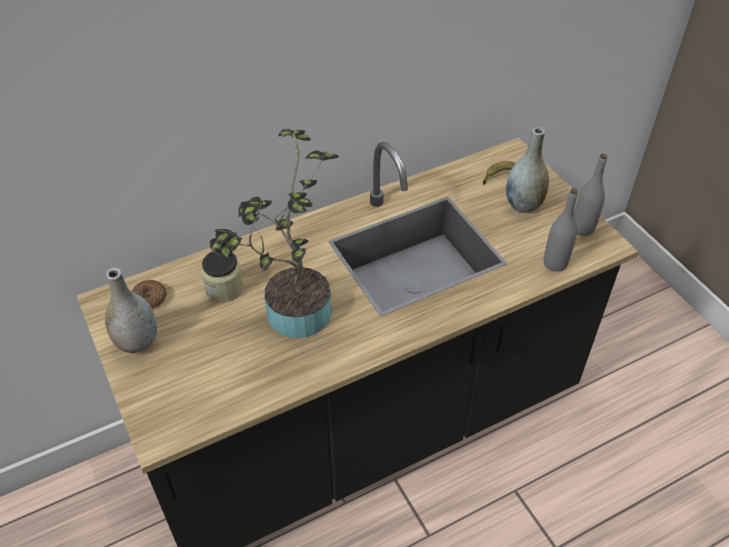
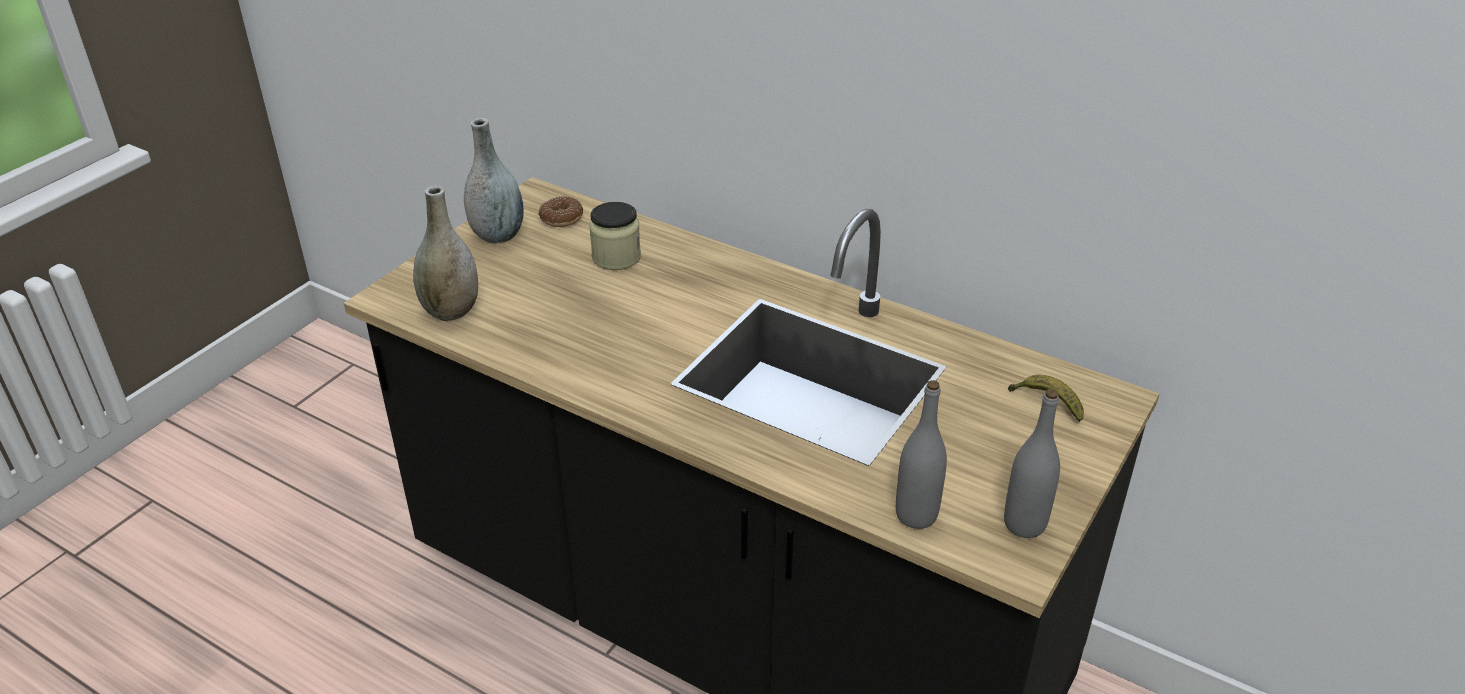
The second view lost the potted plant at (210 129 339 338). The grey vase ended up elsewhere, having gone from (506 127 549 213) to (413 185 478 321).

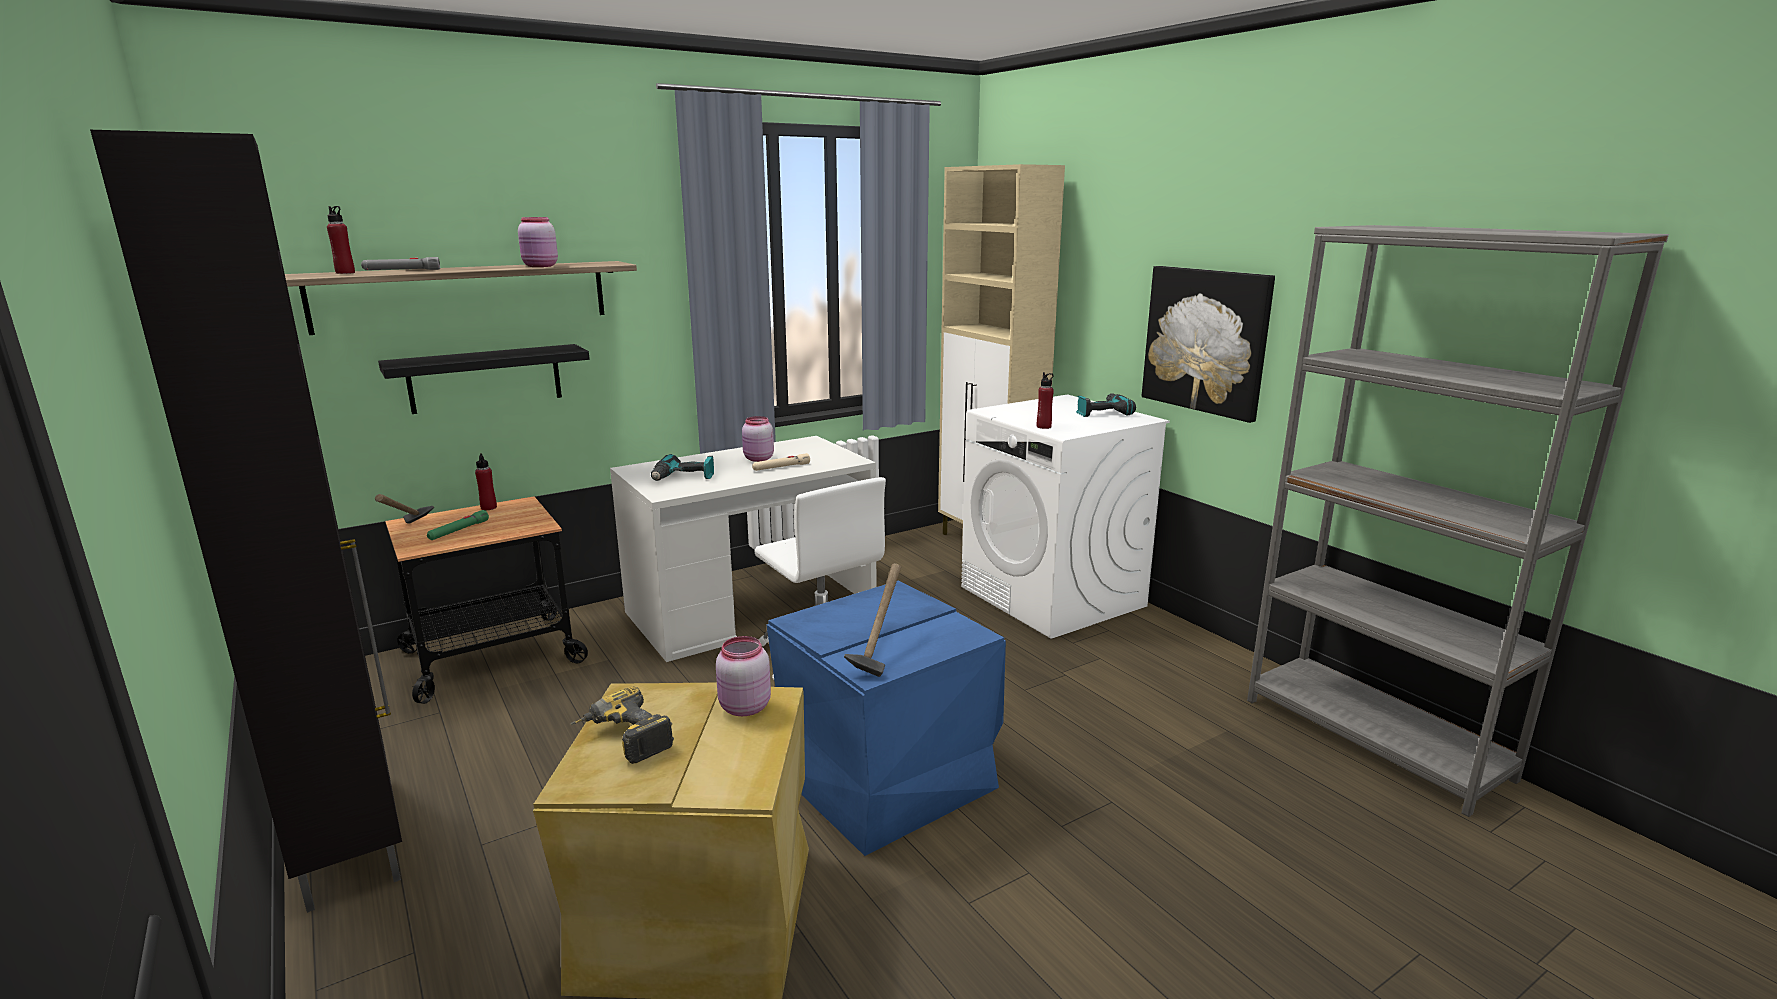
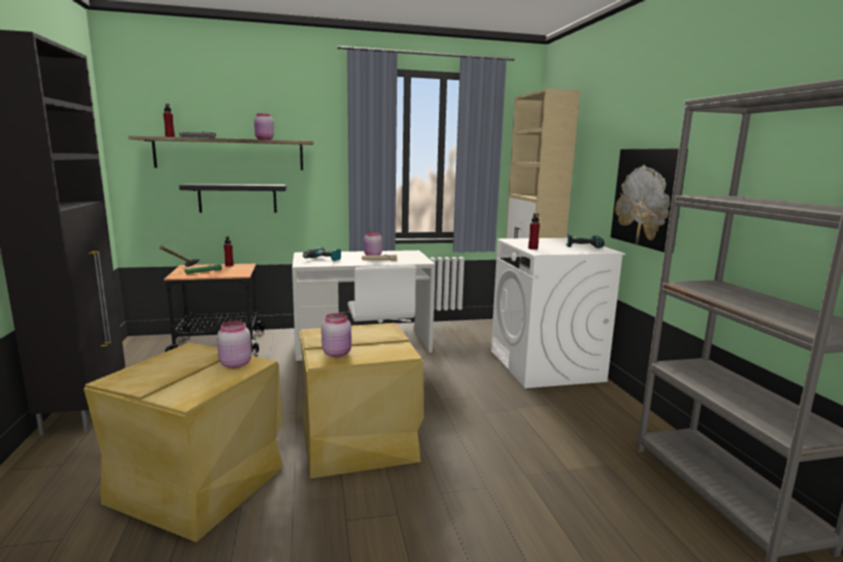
The second view lost the power drill at (570 687 674 764). What was the blue storage box at (766 581 1006 856) turned into the beige storage box at (300 323 424 479). Where the hammer stood at (844 563 901 677), the pink jar came to stand at (321 313 351 357).

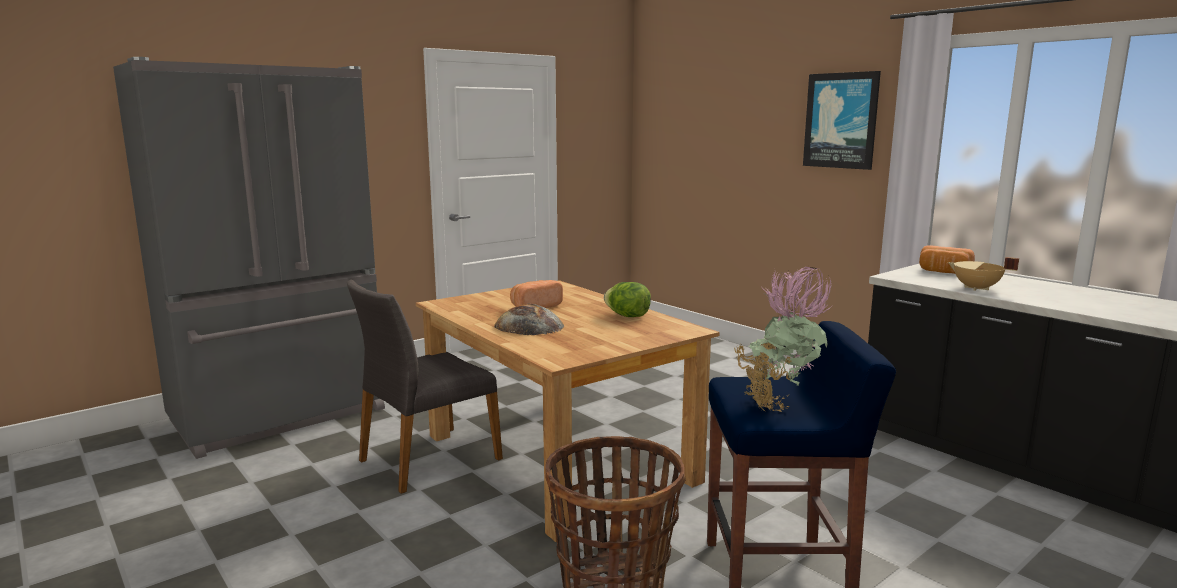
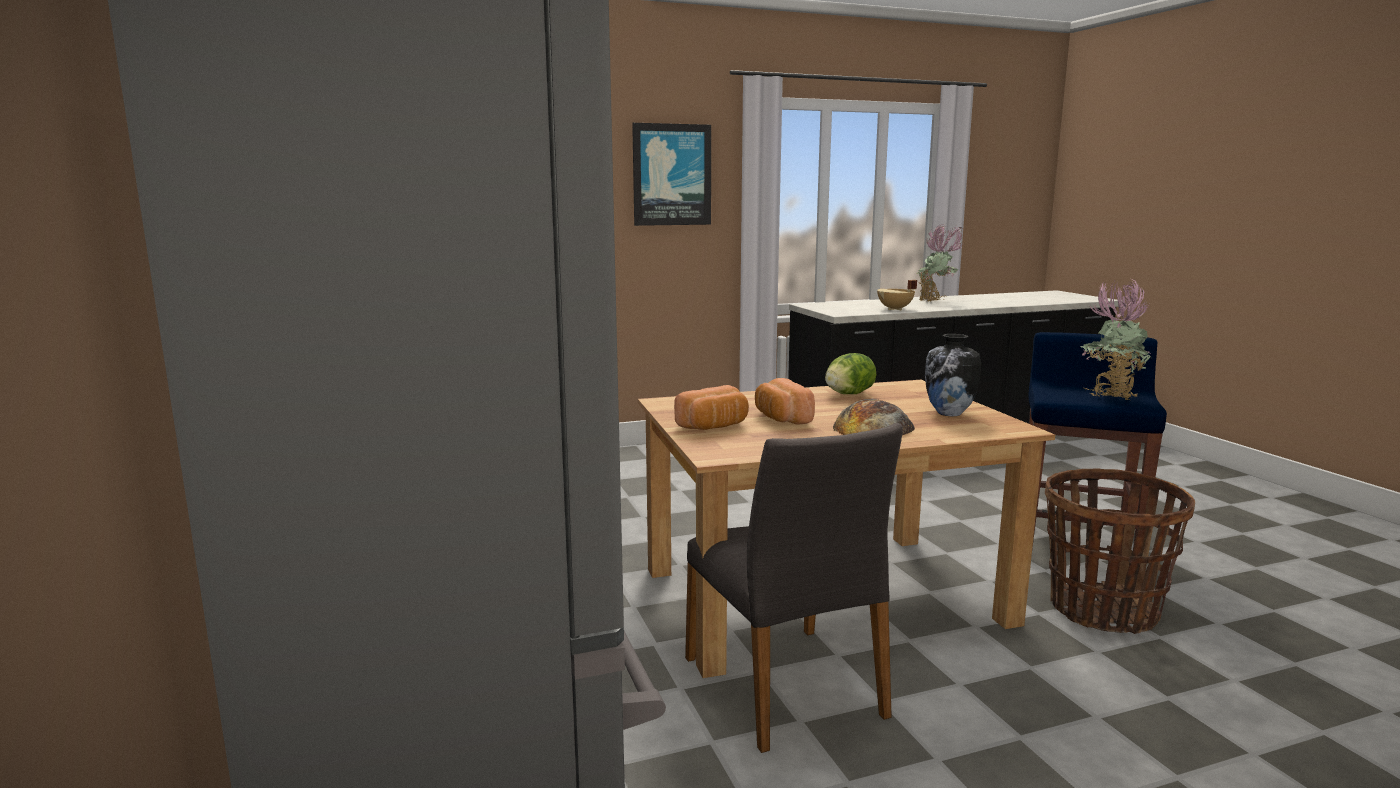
The bread ended up elsewhere, having gone from (919 245 975 274) to (674 385 749 430). The second view gained the potted plant at (917 224 963 302). The second view gained the vase at (925 334 981 416).

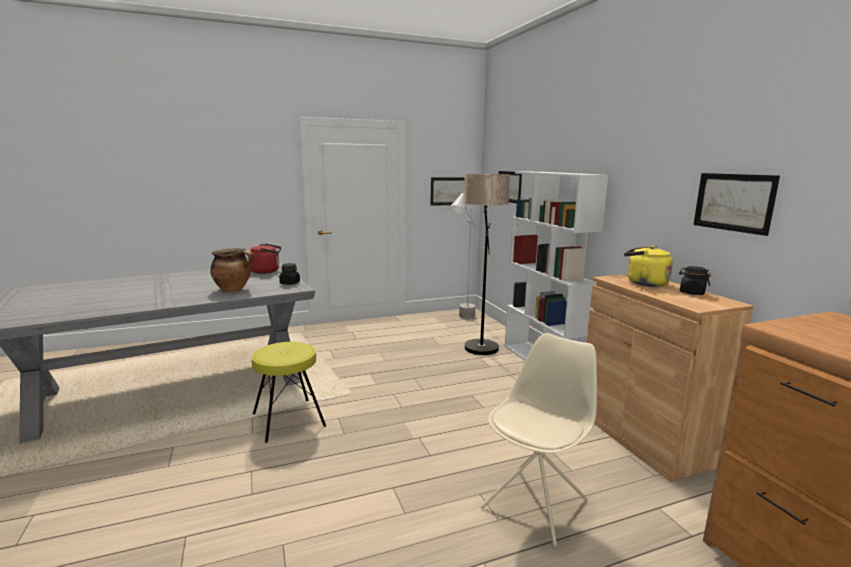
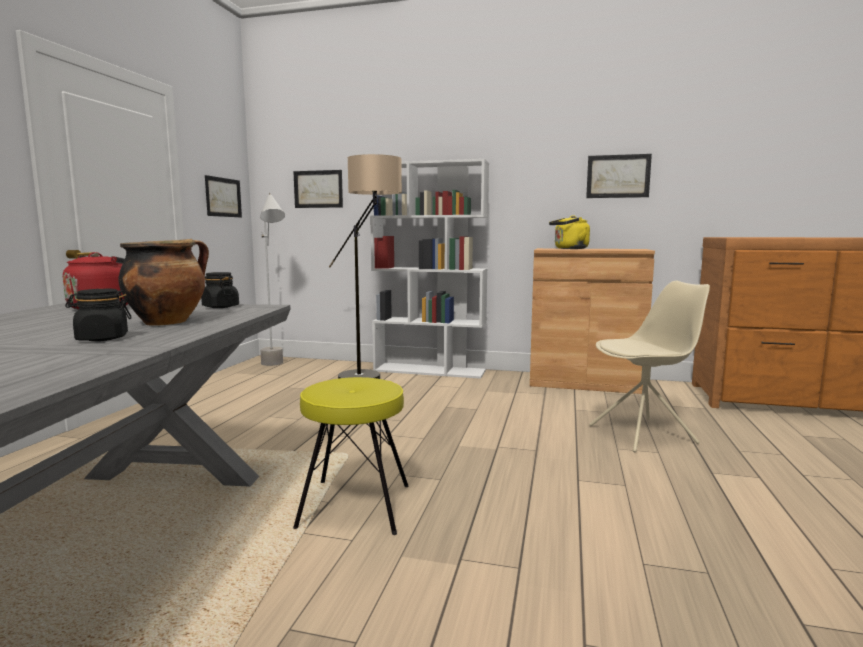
The beige chair at (481 333 597 547) ended up facing another way, 90 degrees clockwise from before. The black jar ended up elsewhere, having gone from (679 266 711 295) to (65 289 132 341).

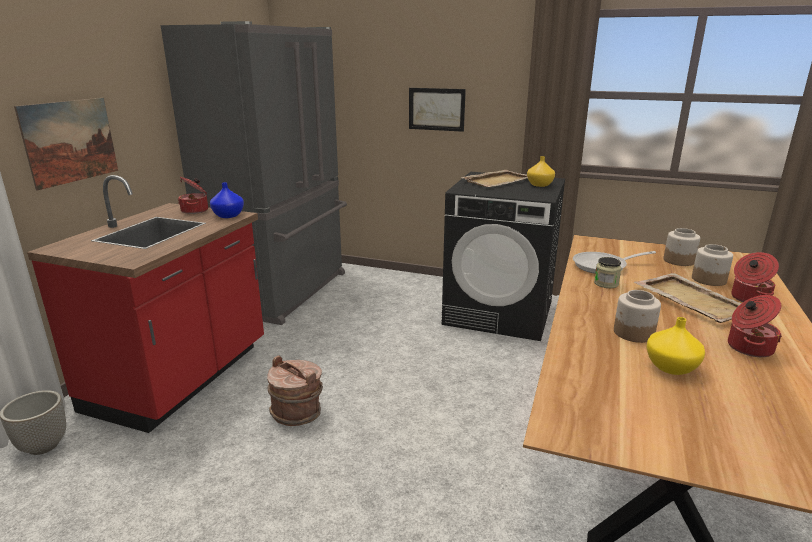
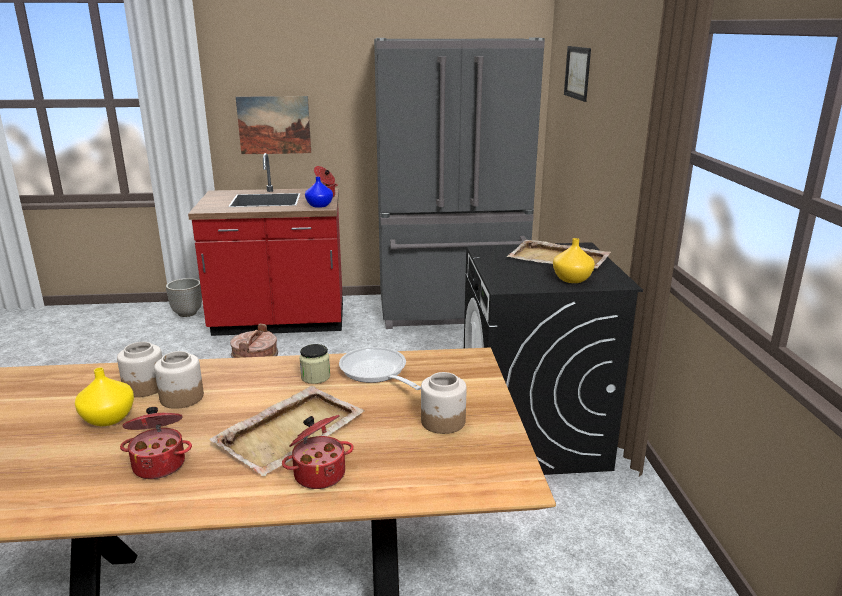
The picture ended up elsewhere, having gone from (409 88 466 132) to (564 46 591 102). The jar ended up elsewhere, having gone from (692 244 733 286) to (117 342 162 397).

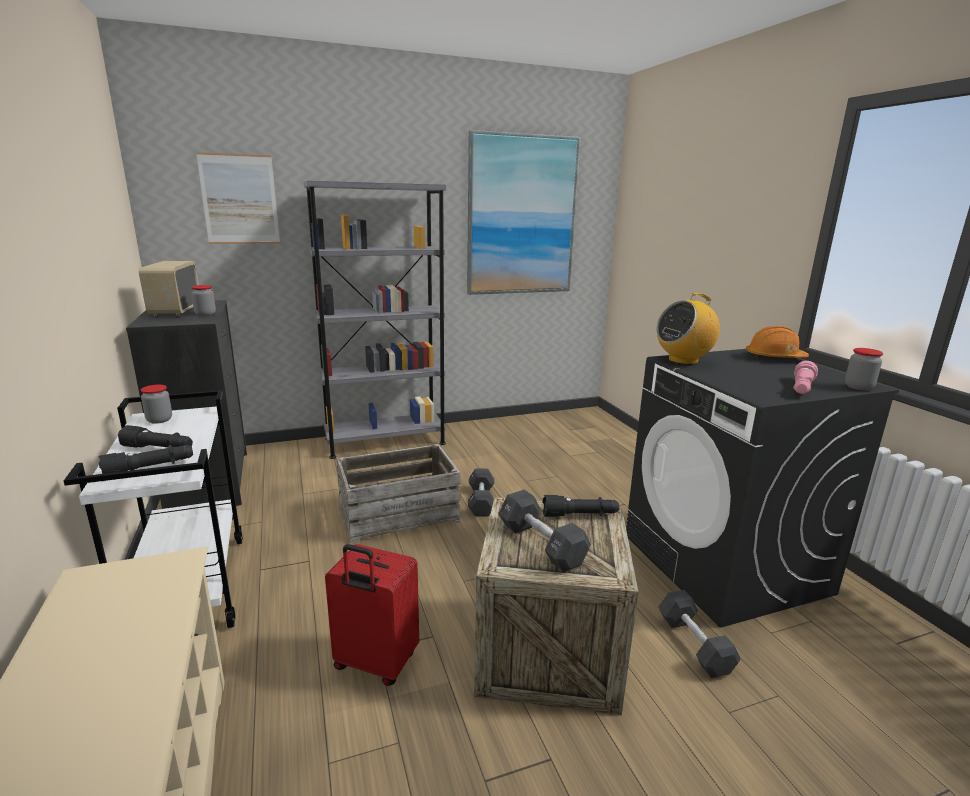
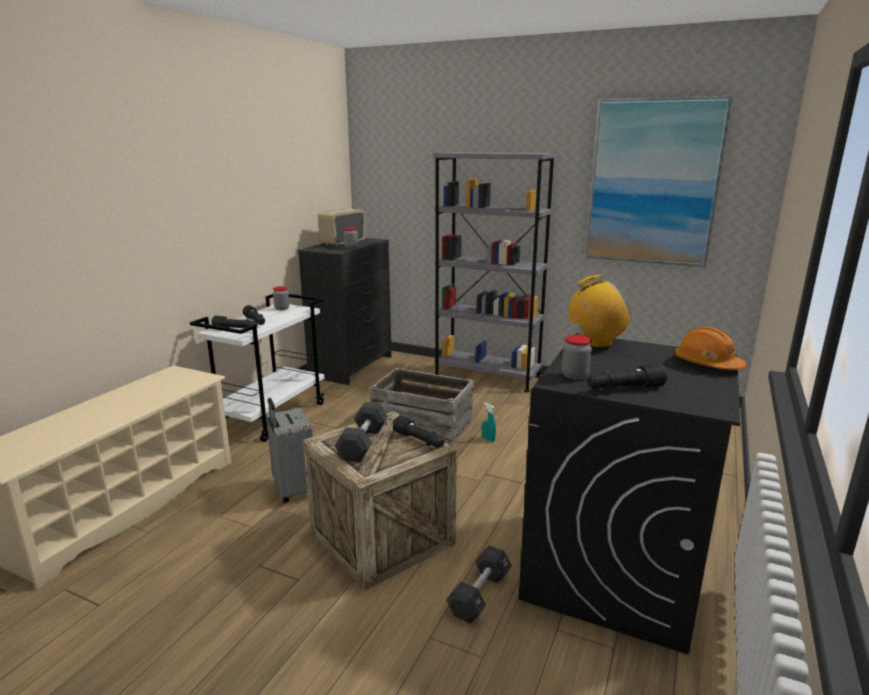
The second view lost the picture at (196 152 280 244). What was the red suitcase at (325 544 419 686) turned into the grey suitcase at (266 398 313 503). Where the black dumbbell stood at (468 468 494 517), the turquoise spray bottle came to stand at (482 403 496 442). The radio at (656 293 720 365) ended up facing another way, 150 degrees clockwise from before. What was the pink flashlight at (793 361 818 394) turned into the black flashlight at (587 364 667 390). The jar ended up elsewhere, having gone from (845 348 883 391) to (562 335 592 380).

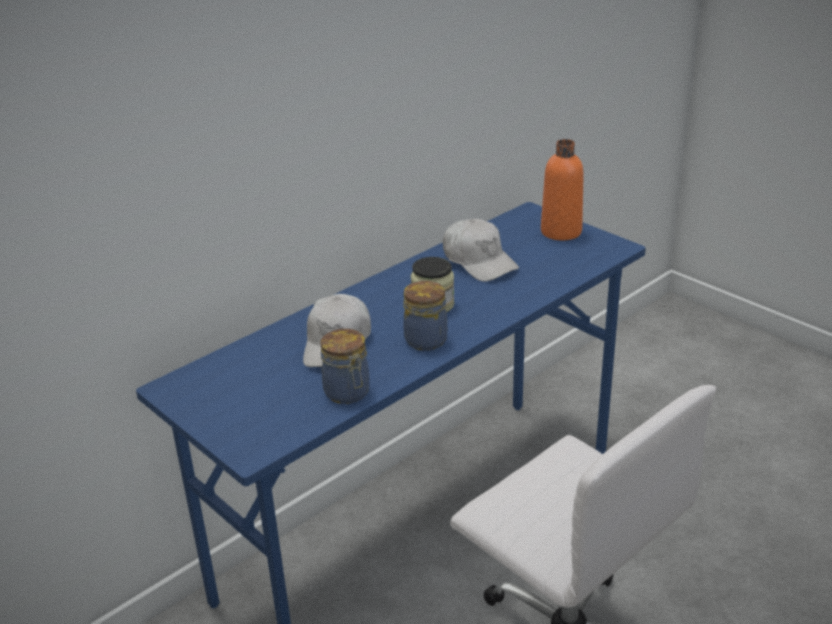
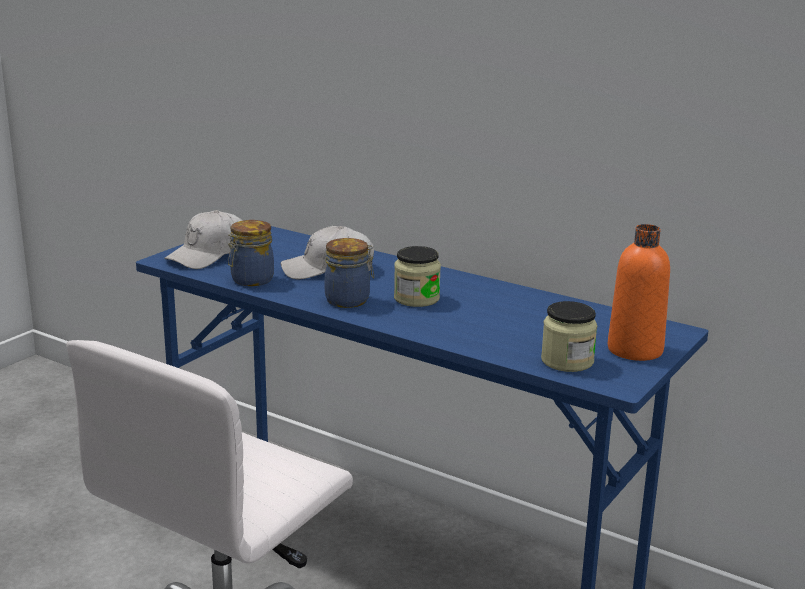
The white cap ended up elsewhere, having gone from (443 219 519 282) to (164 210 243 269). The second view gained the jar at (541 301 597 372).

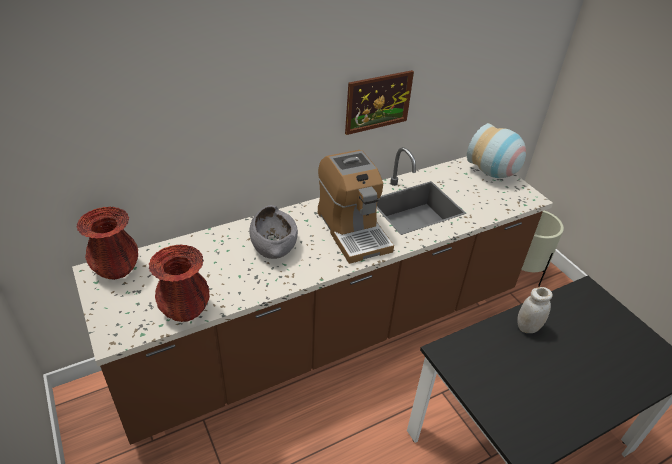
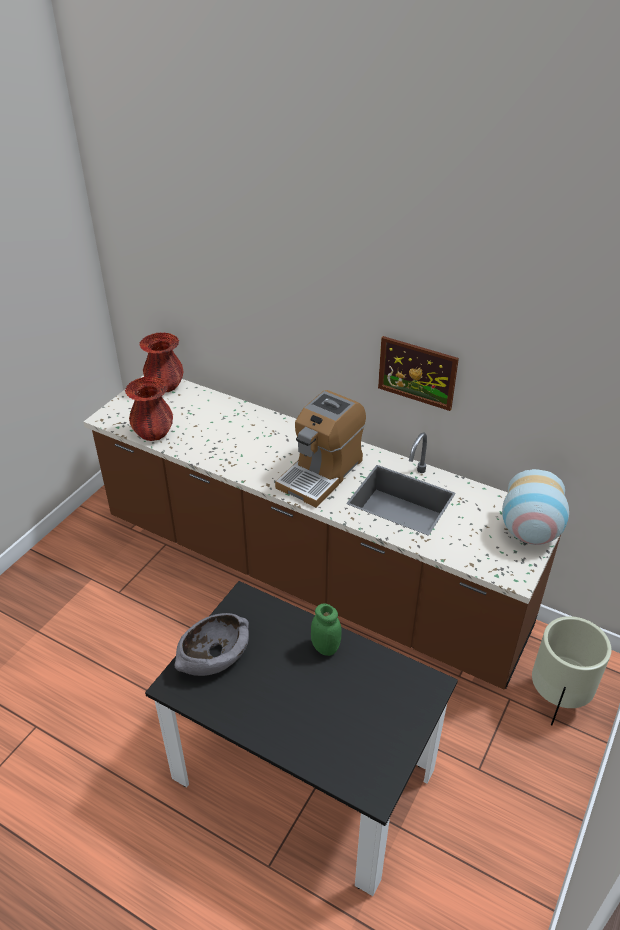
The grey bowl ended up elsewhere, having gone from (249 205 298 259) to (175 613 249 676). What was the white jar at (517 287 553 333) turned into the green jar at (311 603 341 656).

